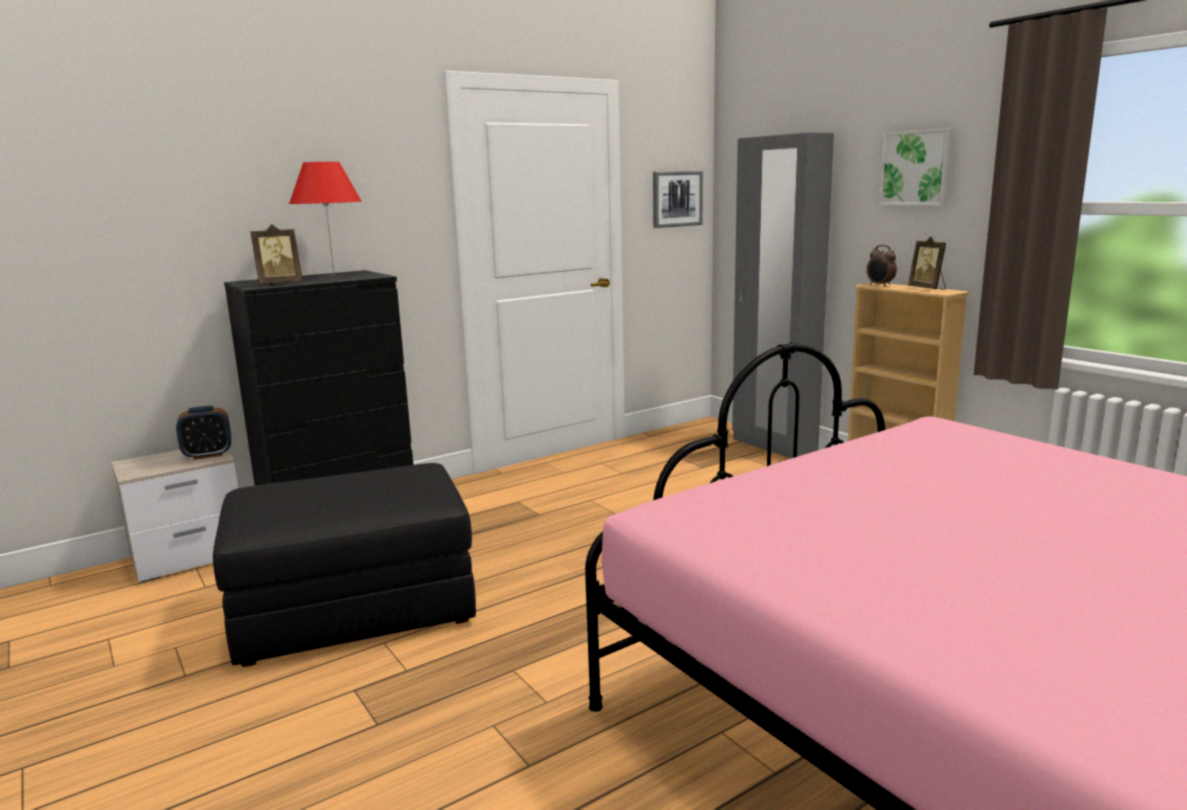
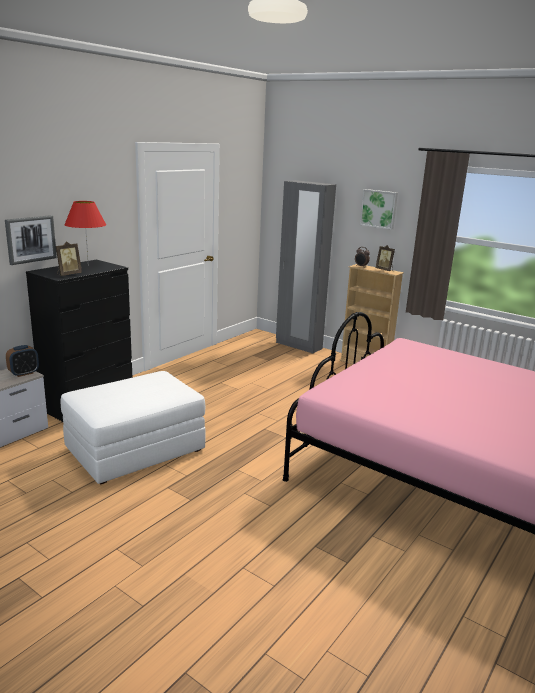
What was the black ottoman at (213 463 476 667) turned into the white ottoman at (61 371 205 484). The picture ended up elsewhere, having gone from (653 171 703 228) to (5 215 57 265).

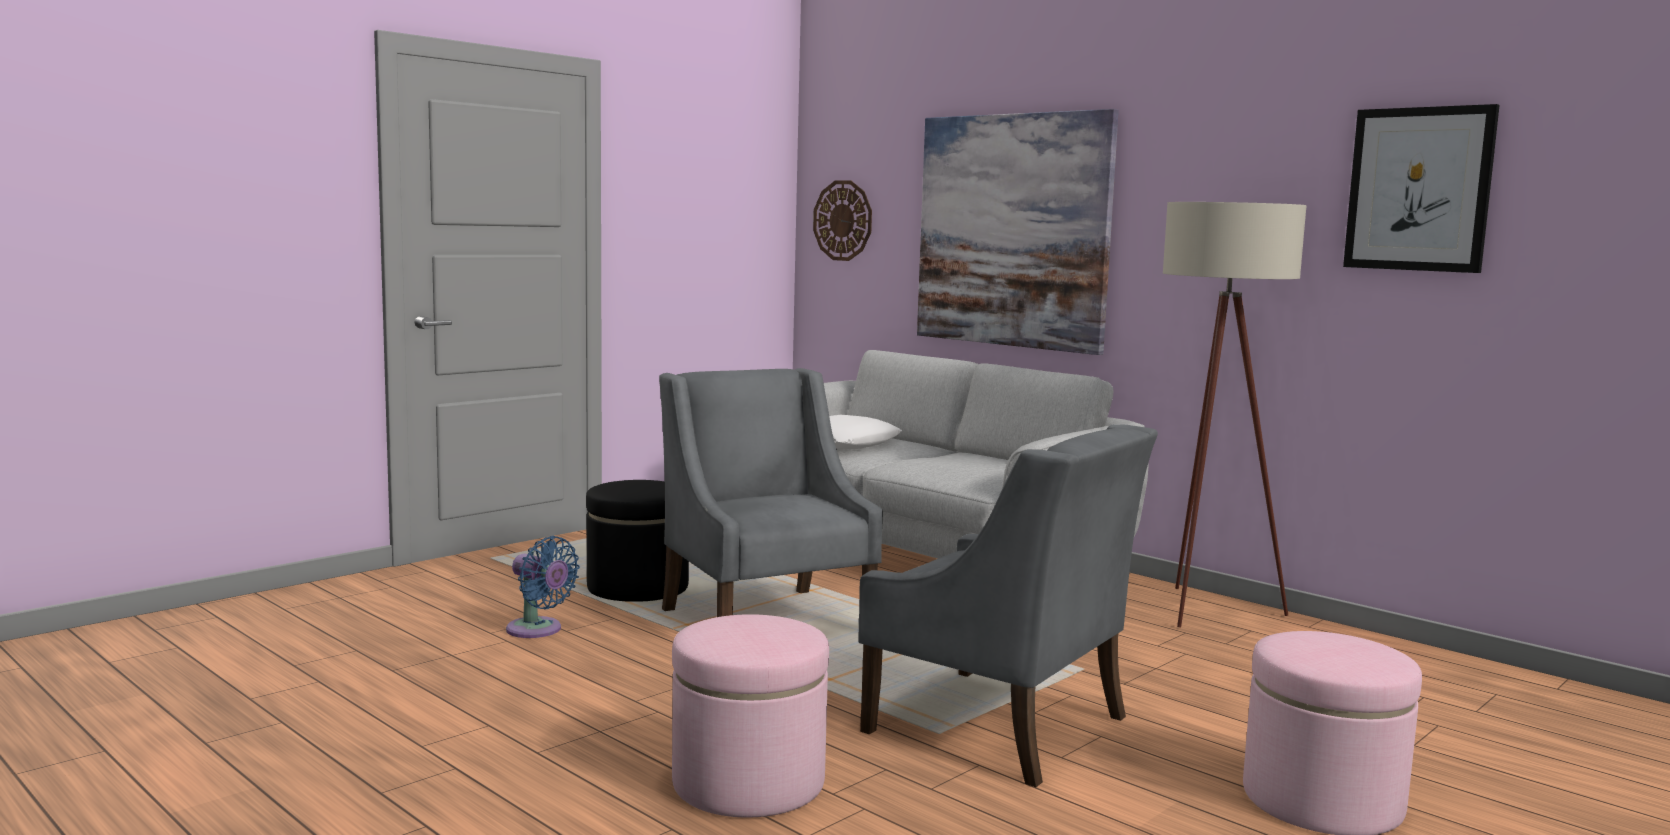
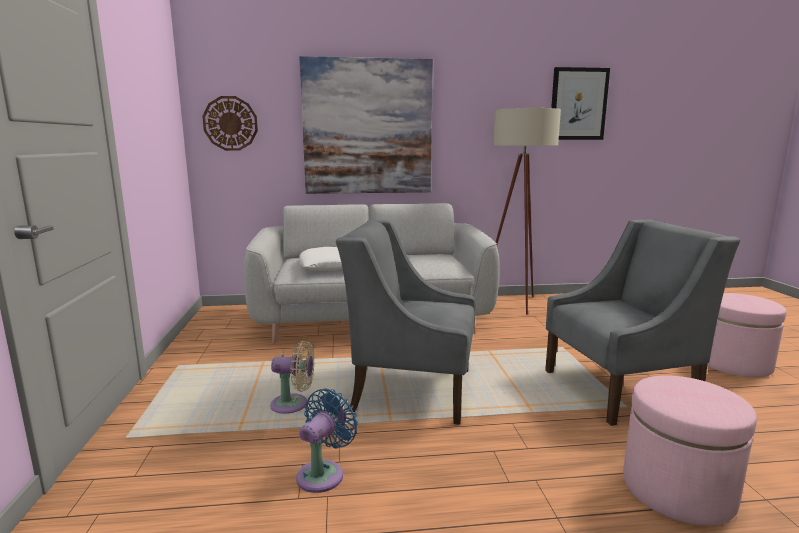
The blue fan at (506 536 580 638) ended up facing another way, 45 degrees counterclockwise from before. Where the black ottoman stood at (586 480 689 602), the beige fan came to stand at (270 341 314 414).

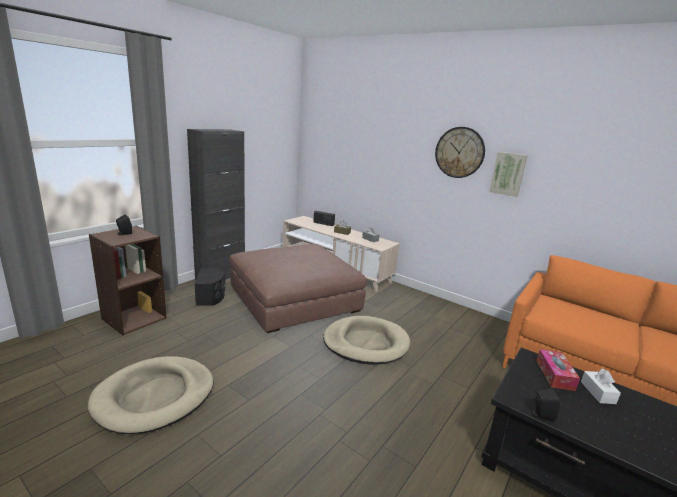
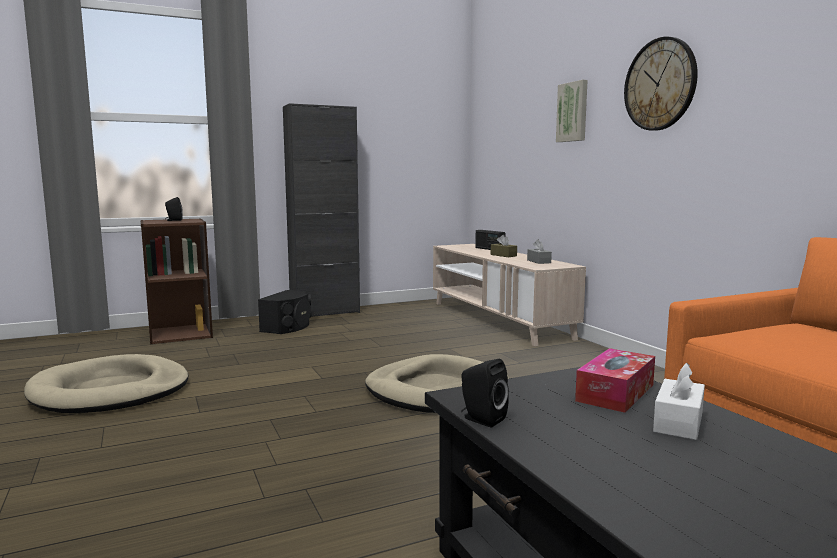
The second view lost the brown ottoman at (229 244 367 333). The picture ended up elsewhere, having gone from (489 152 528 197) to (556 80 588 142).

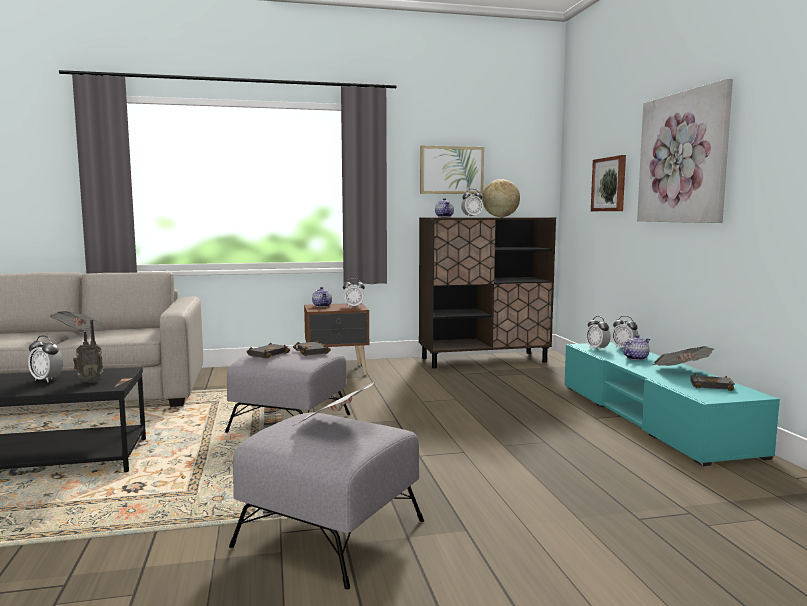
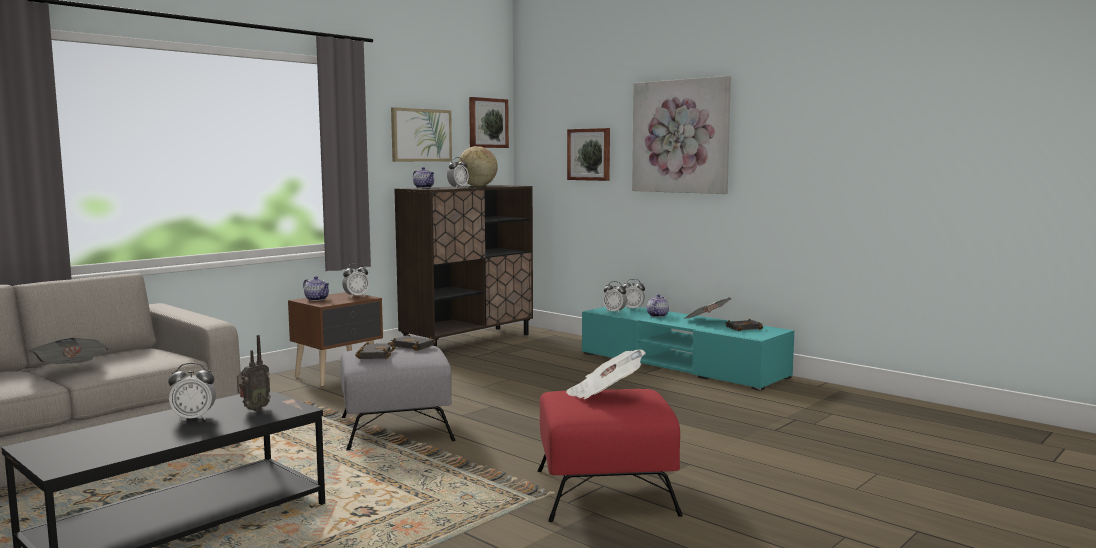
What was the grey ottoman at (229 412 424 589) turned into the red ottoman at (538 389 683 522). The second view gained the picture at (469 97 509 148).

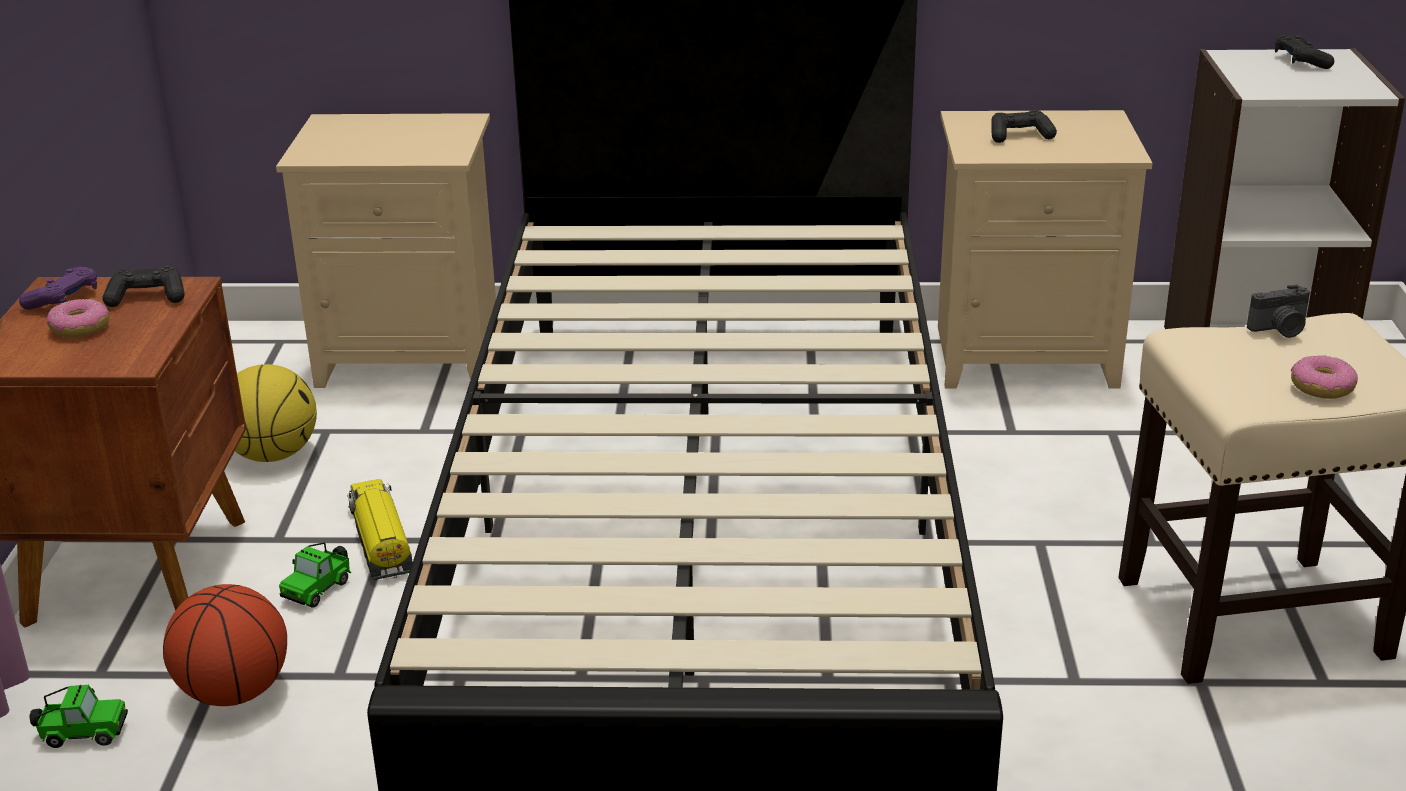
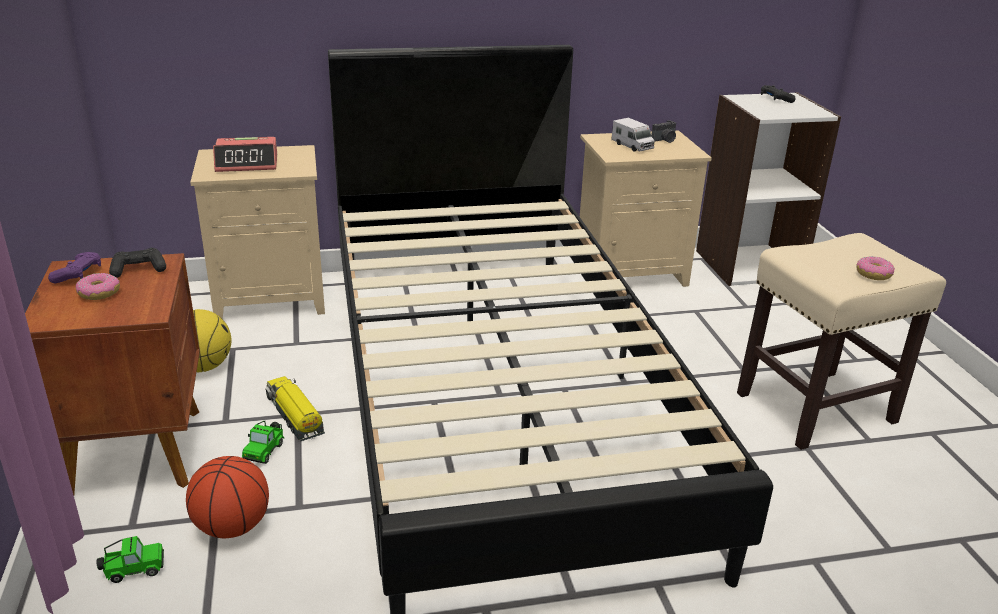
Where the black game controller stood at (991 110 1057 143), the toy truck came to stand at (611 118 655 152). The photo camera ended up elsewhere, having gone from (1247 285 1310 338) to (651 120 676 143). The second view gained the alarm clock at (213 137 277 172).

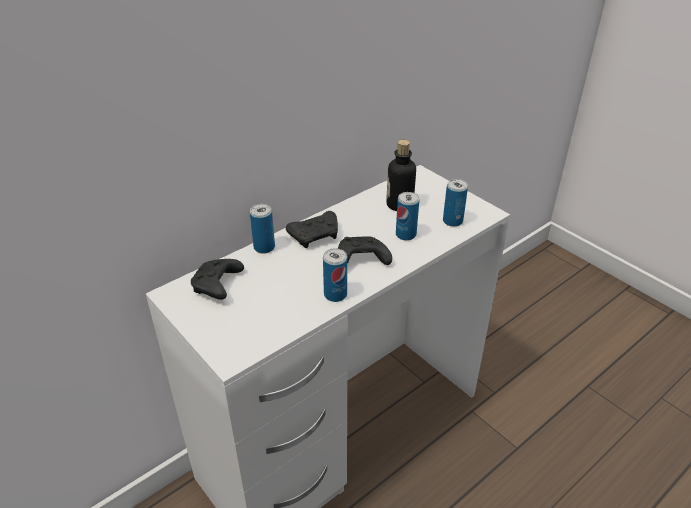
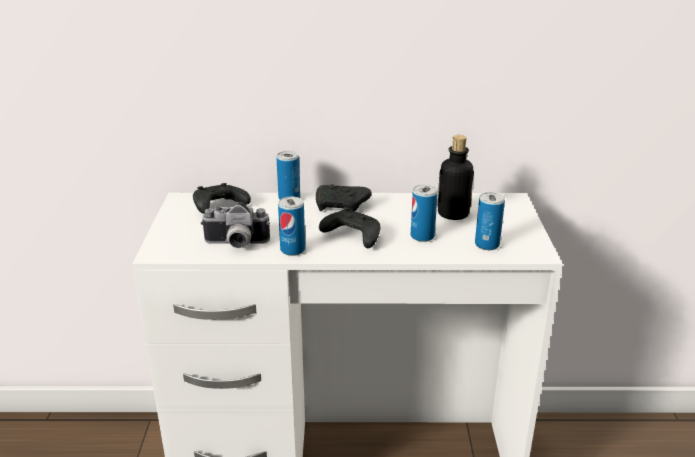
The second view gained the photo camera at (201 202 270 248).

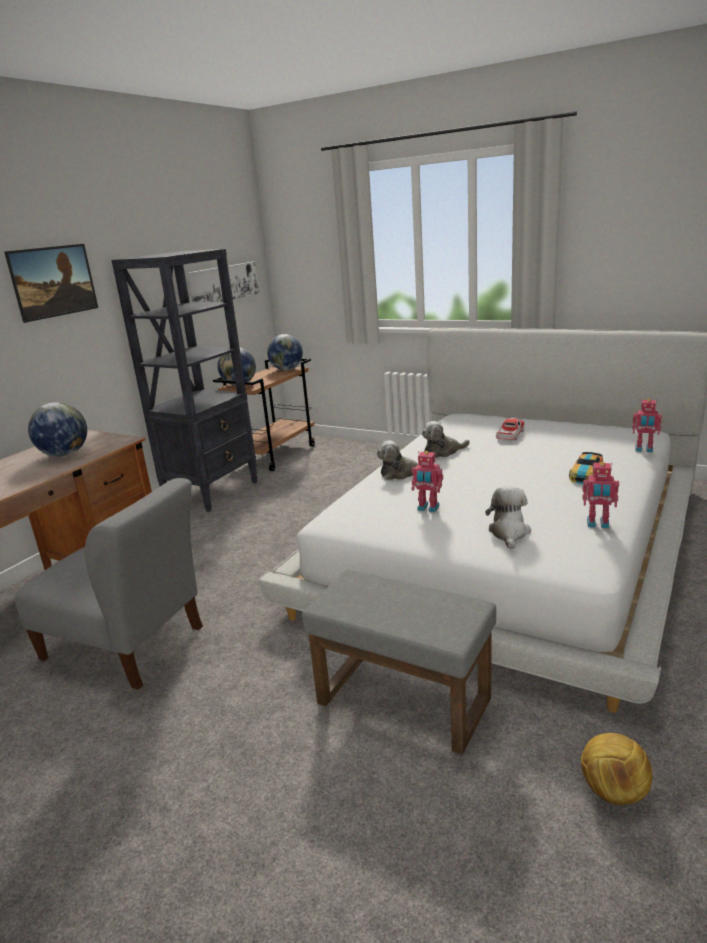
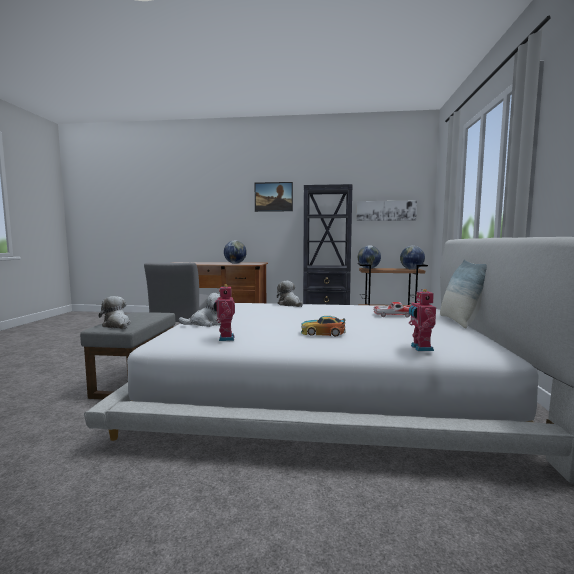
The second view lost the toy robot at (411 451 443 512). The plush toy ended up elsewhere, having gone from (422 421 470 457) to (99 296 131 329). The second view lost the football at (581 733 653 805). The second view gained the pillow at (440 259 487 328).

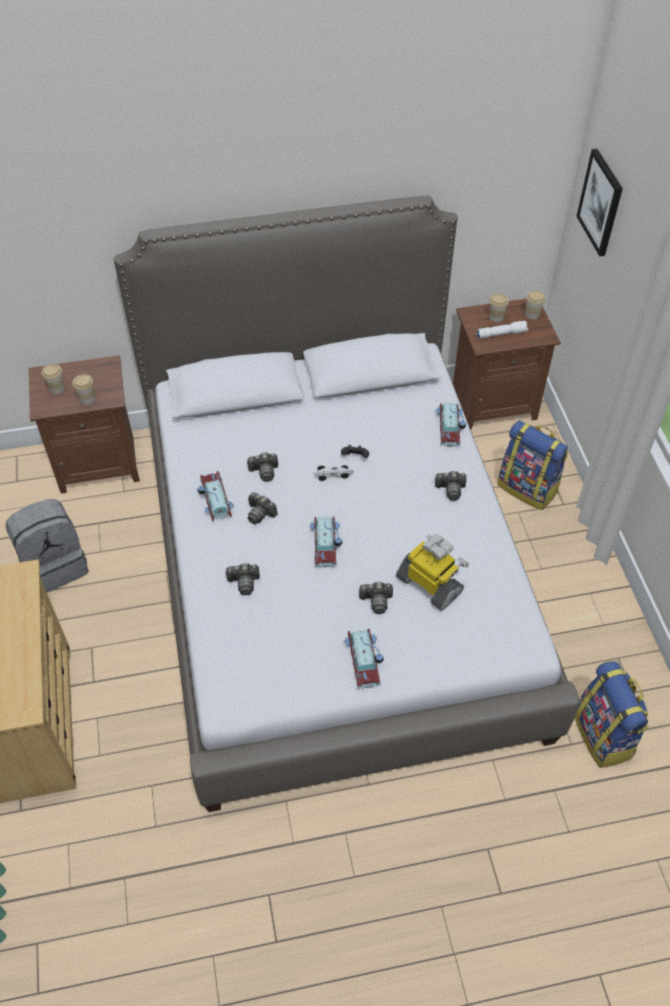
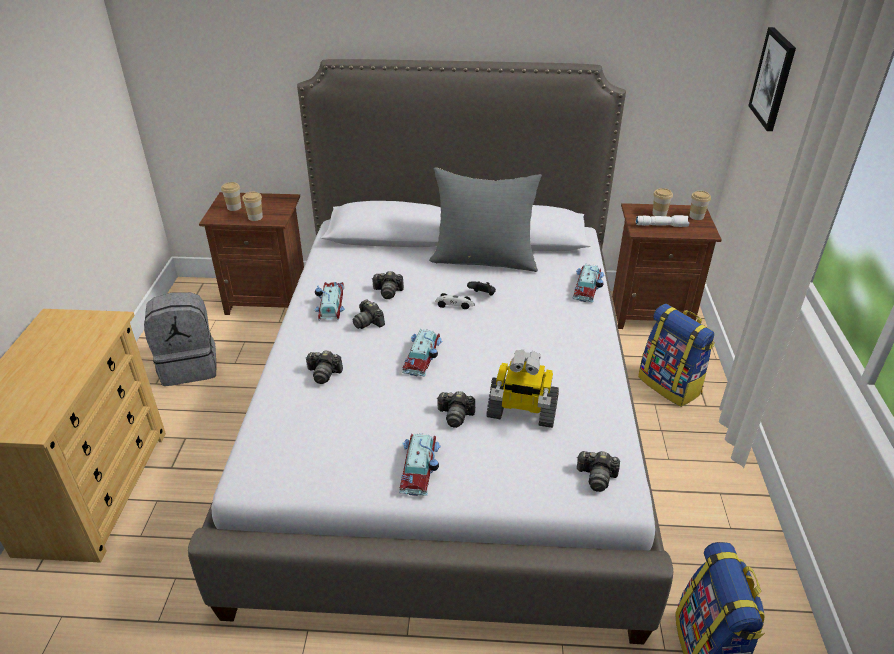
The toy robot at (396 534 469 610) ended up facing another way, 135 degrees clockwise from before. The photo camera ended up elsewhere, having gone from (435 471 467 501) to (577 451 620 492). The second view gained the grey pillow at (429 167 542 272).

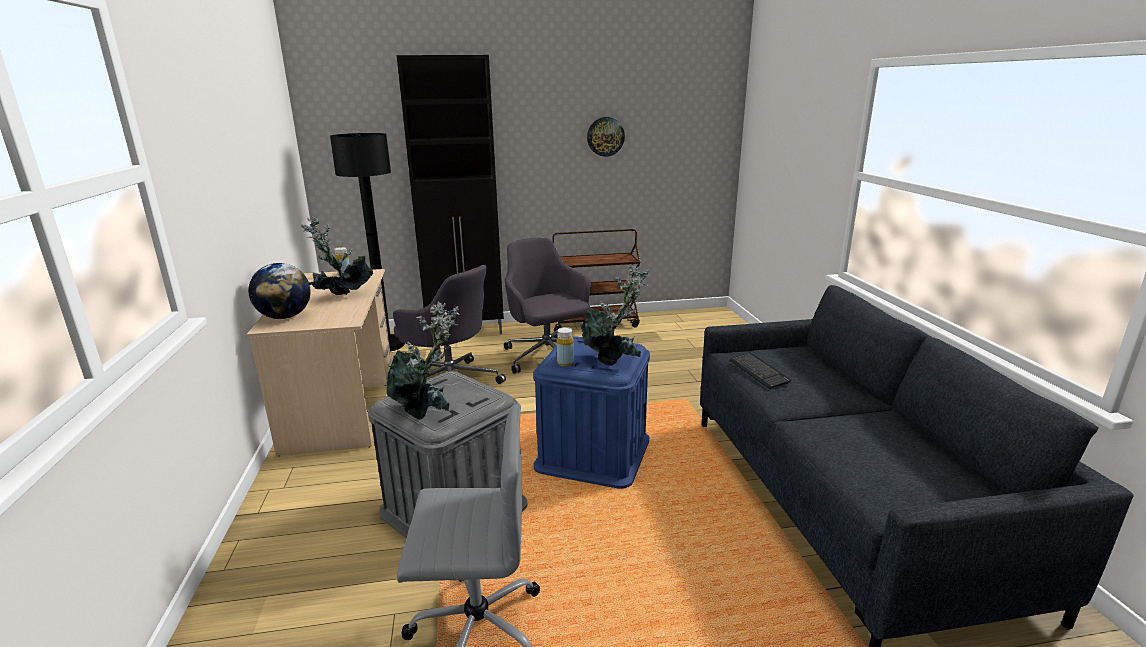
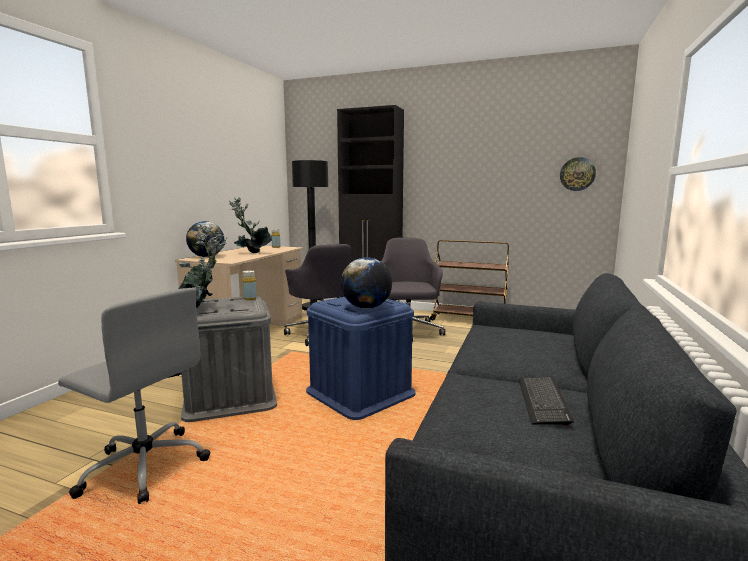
The yellow bottle ended up elsewhere, having gone from (557 327 574 366) to (242 270 257 300). Where the potted plant stood at (581 265 649 366), the globe came to stand at (341 257 392 309). The wall clock ended up elsewhere, having gone from (587 117 625 157) to (560 157 596 191). The keyboard ended up elsewhere, having gone from (729 353 792 389) to (519 377 574 426).

